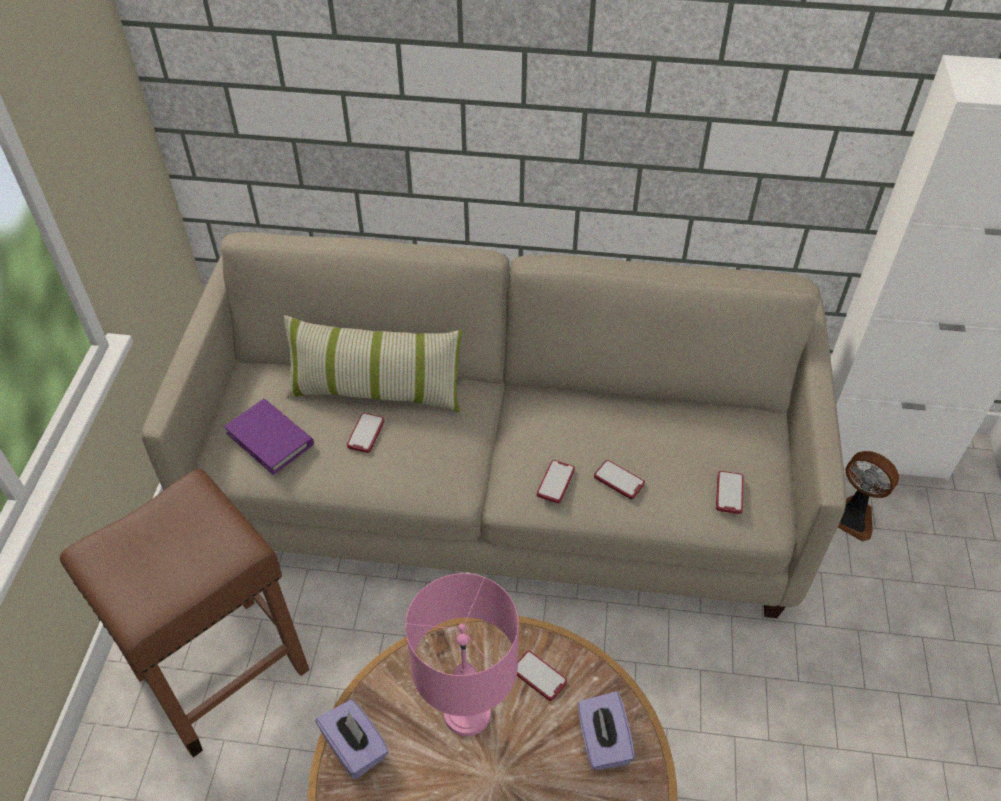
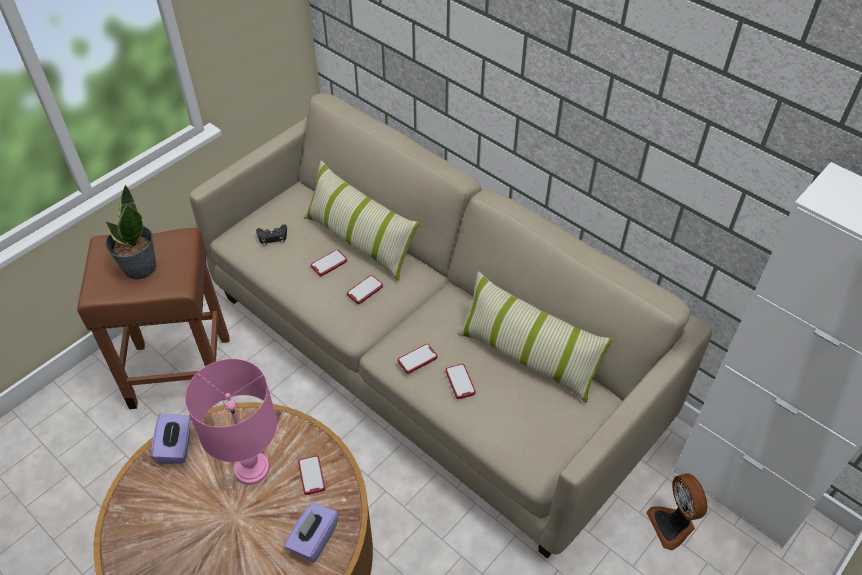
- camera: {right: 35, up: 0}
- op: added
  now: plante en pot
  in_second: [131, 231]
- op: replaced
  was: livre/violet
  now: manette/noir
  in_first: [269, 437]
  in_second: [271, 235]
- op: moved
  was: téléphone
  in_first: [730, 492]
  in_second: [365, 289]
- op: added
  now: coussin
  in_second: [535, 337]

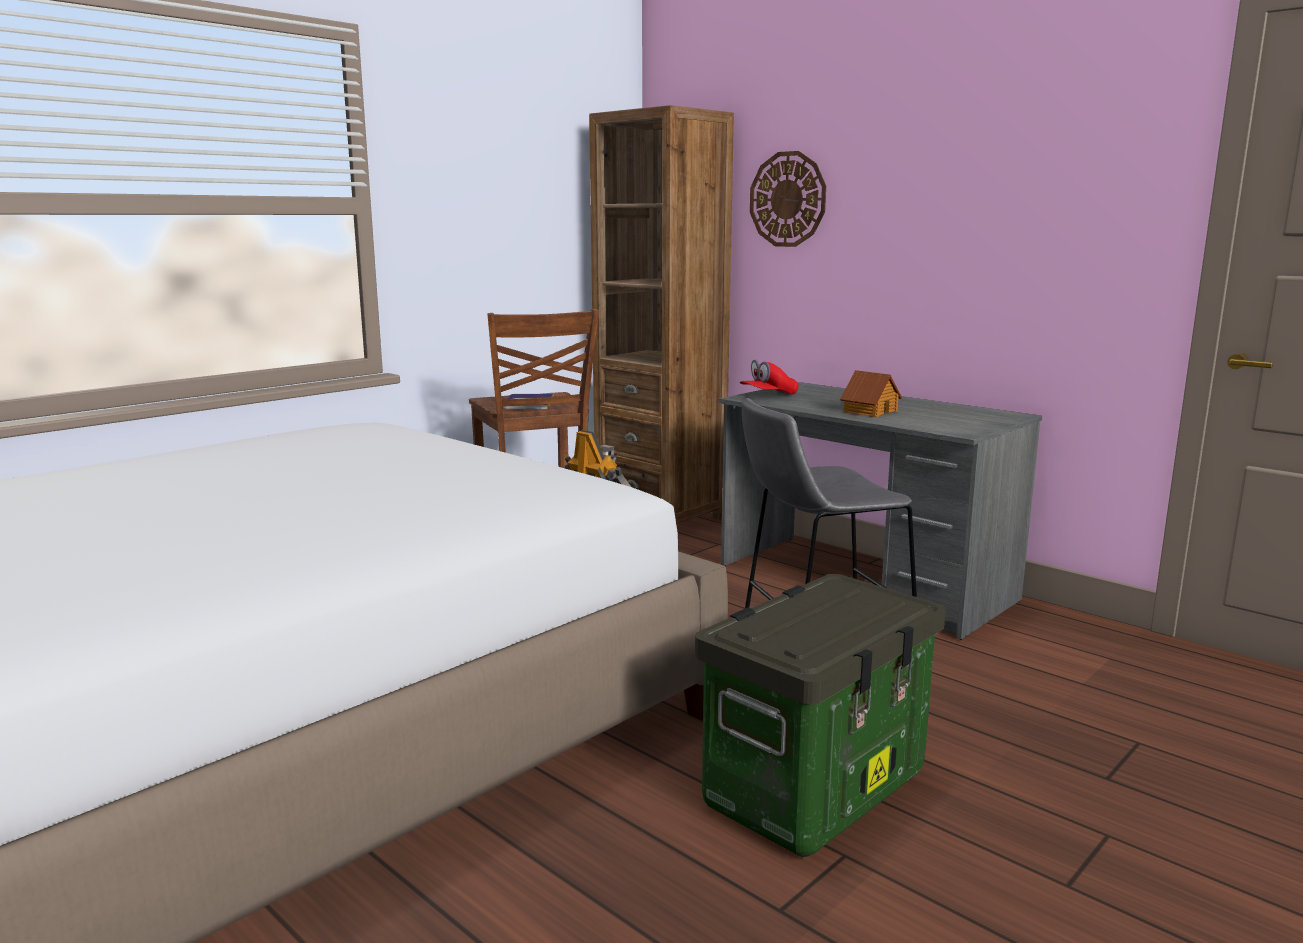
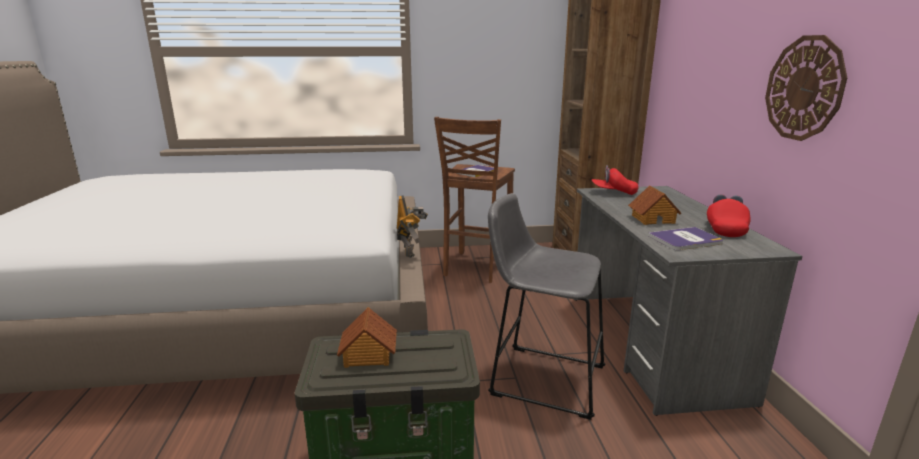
- camera: {right: 40, up: 5}
- op: added
  now: maison miniature
  in_second: [367, 337]
- op: added
  now: livre
  in_second: [685, 238]
- op: added
  now: casquette/rouge
  in_second: [729, 215]
- op: moved
  was: horloge murale
  in_first: [788, 199]
  in_second: [806, 88]

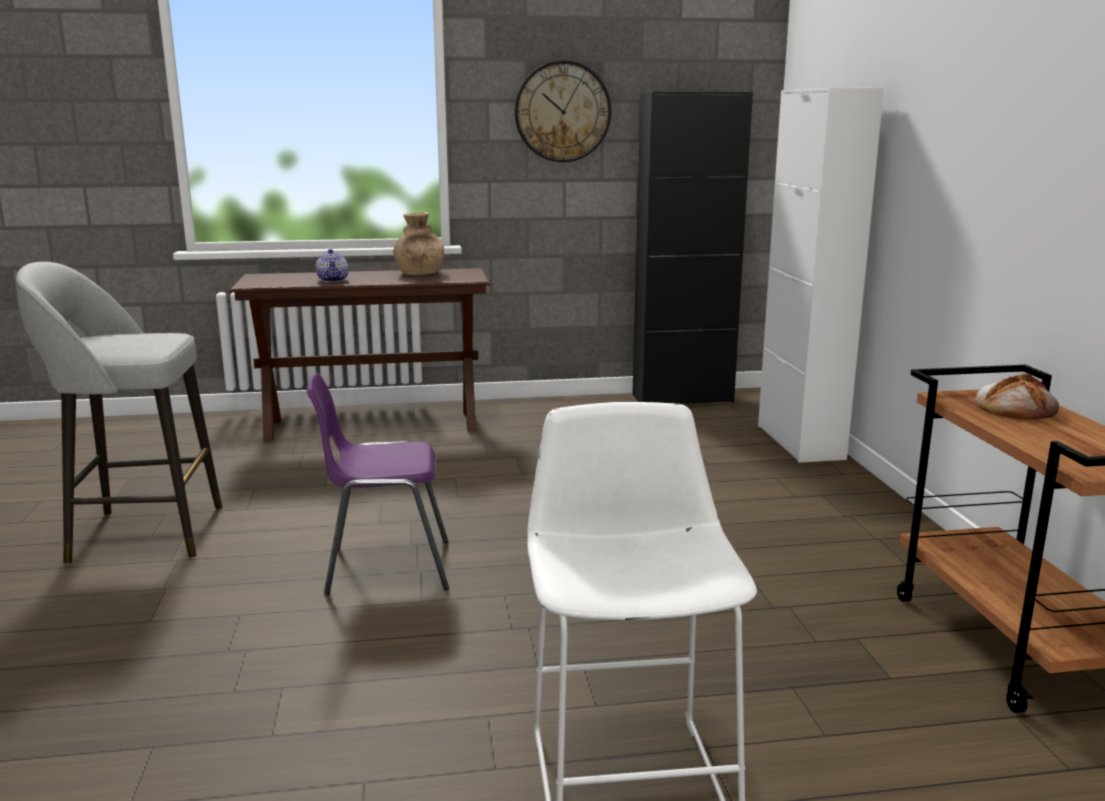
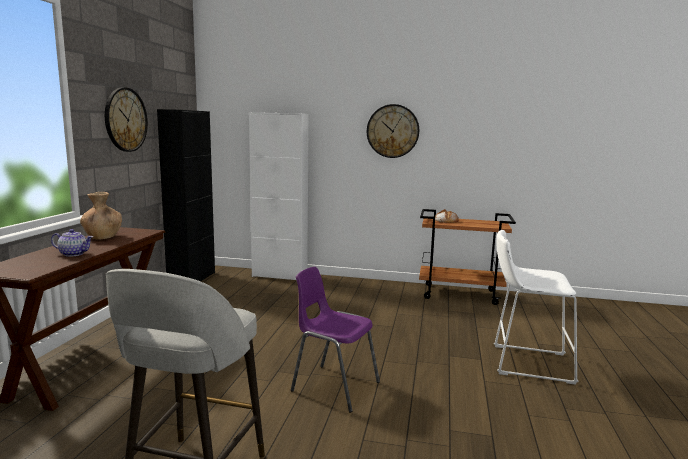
- camera: {right: -70, up: -5}
- op: turned
  was: chaise/violet
  in_first: [378, 484]
  in_second: [335, 339]
  clockwise: 105
- op: added
  now: horloge murale
  in_second: [393, 131]

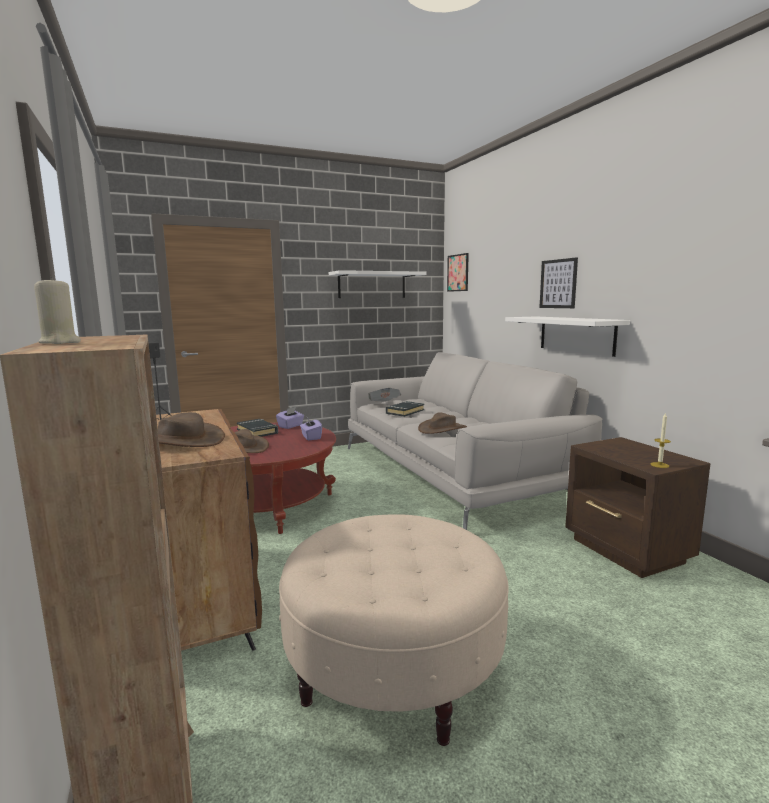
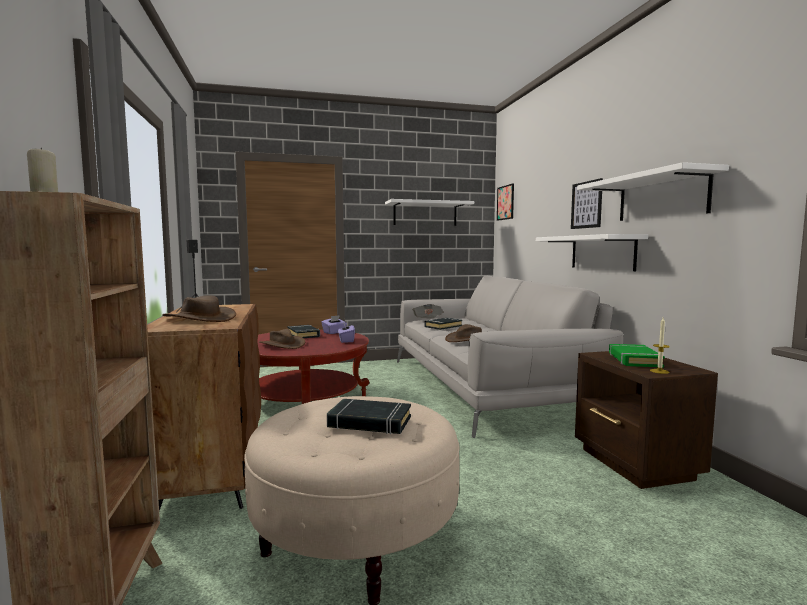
- camera: {right: 10, up: -5}
- op: added
  now: livre/noir
  in_second: [369, 416]
- op: added
  now: étagère/blanc
  in_second: [653, 191]
- op: added
  now: livre/vert
  in_second: [637, 355]

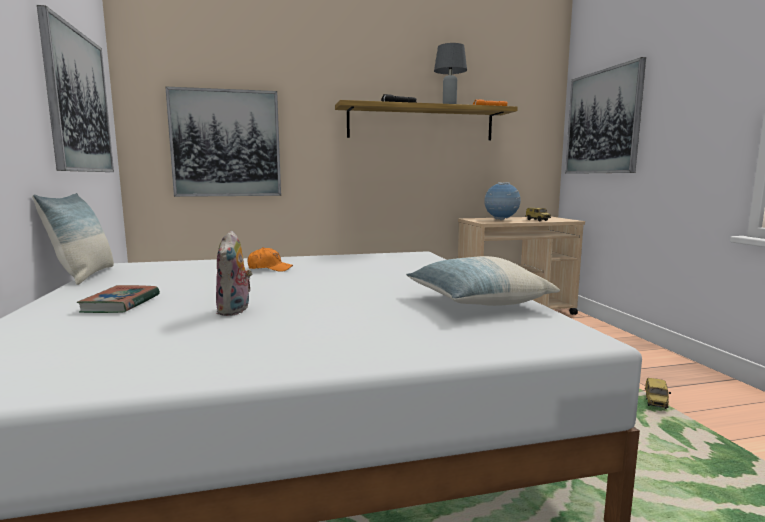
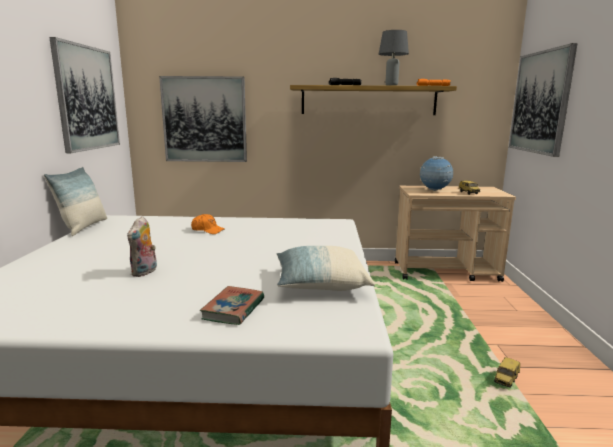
- camera: {right: 15, up: 5}
- op: moved
  was: livre
  in_first: [118, 299]
  in_second: [232, 305]

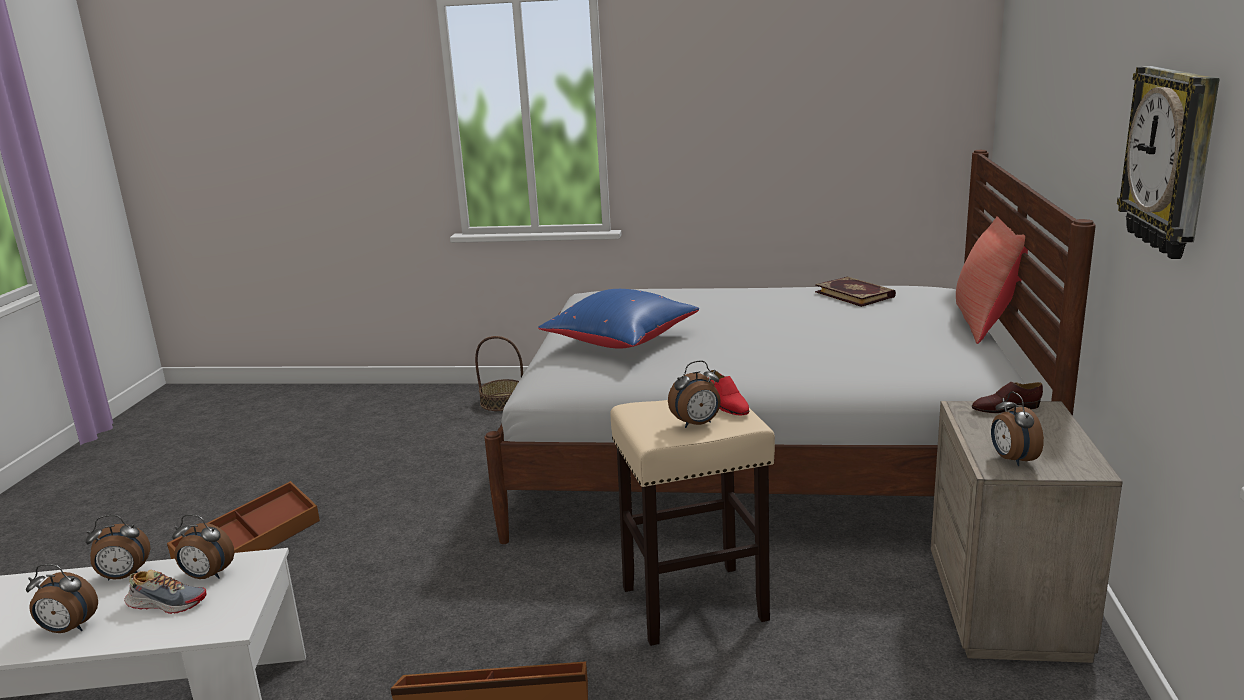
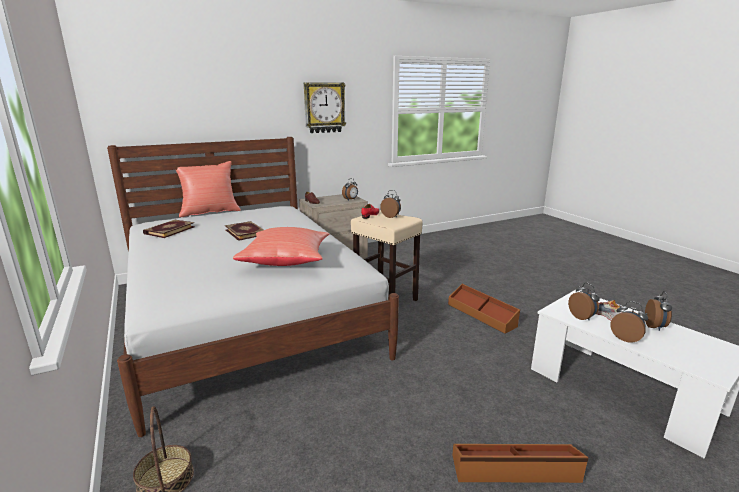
- camera: {right: -125, up: 0}
- op: added
  now: livre
  in_second: [244, 231]
- op: recoloured
  was: coussin/bleu
  now: coussin/rouge
  in_first: [618, 319]
  in_second: [281, 246]
- op: turned
  was: réveil
  in_first: [62, 598]
  in_second: [658, 311]
  clockwise: 45

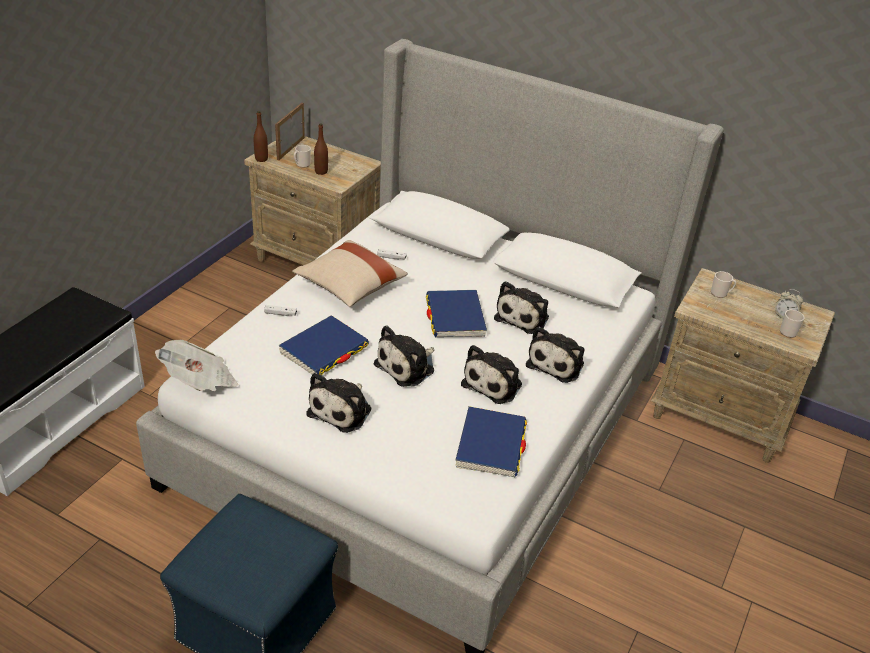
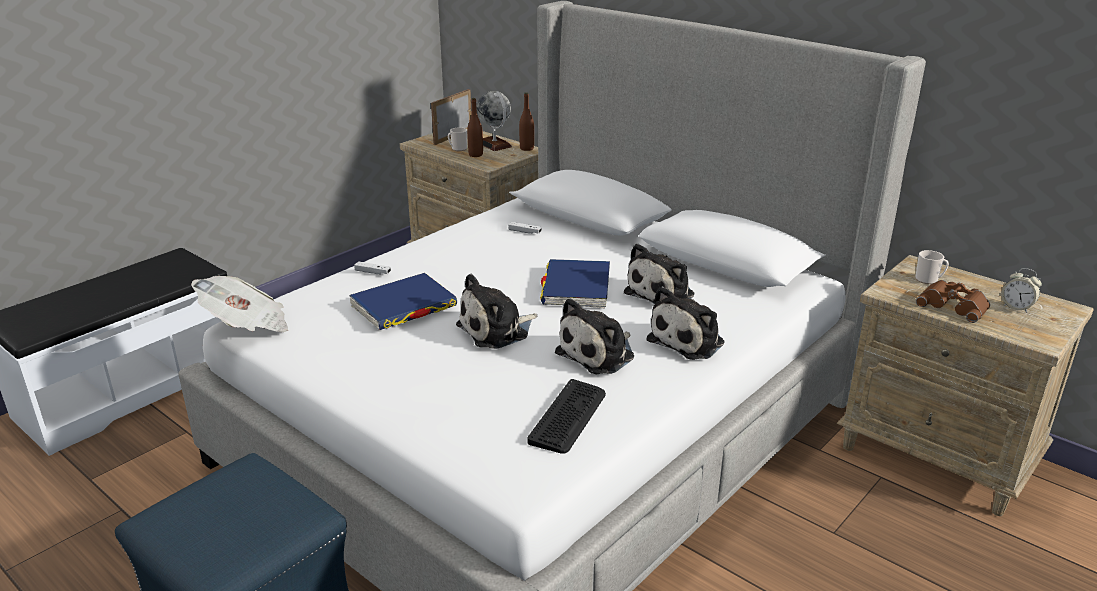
- camera: {right: 15, up: -10}
- op: added
  now: globe
  in_second: [494, 121]
- op: moved
  was: bouteille/marron
  in_first: [261, 136]
  in_second: [526, 121]
- op: replaced
  was: livre/bleu
  now: clavier
  in_first: [491, 441]
  in_second: [567, 416]
- op: added
  now: jumelles/marron
  in_second: [953, 301]
- op: removed
  was: coussin/beige
  in_first: [350, 273]
- op: removed
  was: peluche
  in_first: [338, 402]
- op: removed
  was: mug
  in_first: [792, 323]

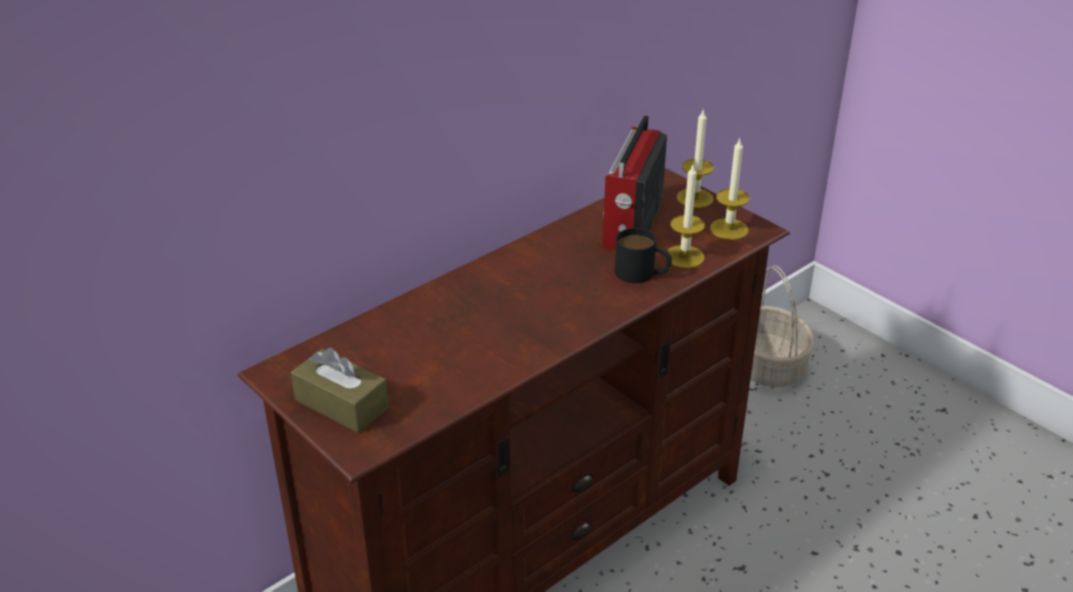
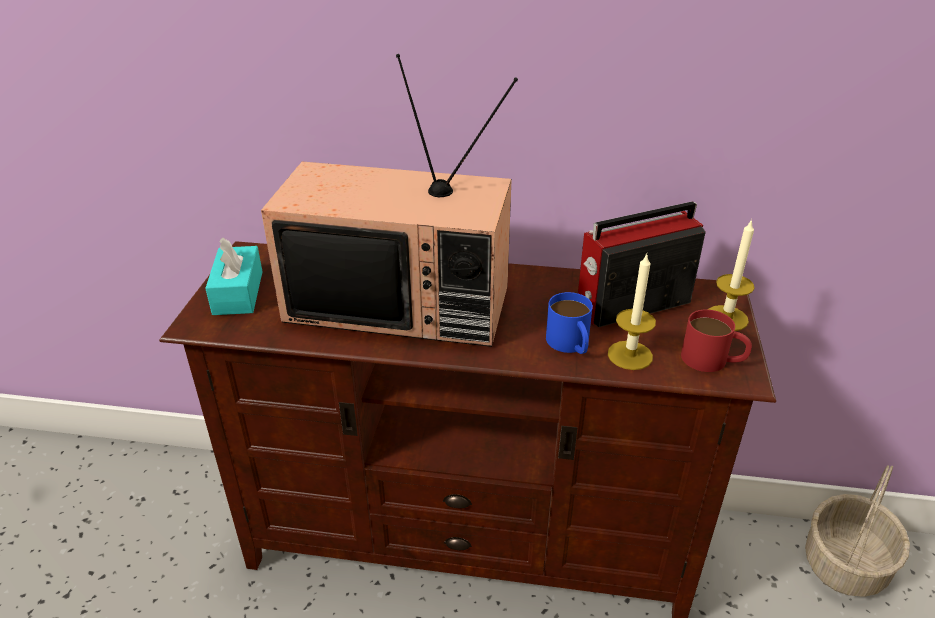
- camera: {right: 50, up: 0}
- op: recoloured
  was: boîte à mouchoirs/marron
  now: boîte à mouchoirs/turquoise
  in_first: [340, 390]
  in_second: [234, 276]
- op: added
  now: téléviseur
  in_second: [389, 200]
- op: recoloured
  was: mug/noir
  now: mug/bleu
  in_first: [643, 255]
  in_second: [569, 323]
- op: replaced
  was: bougie
  now: mug/rouge
  in_first: [729, 189]
  in_second: [716, 340]

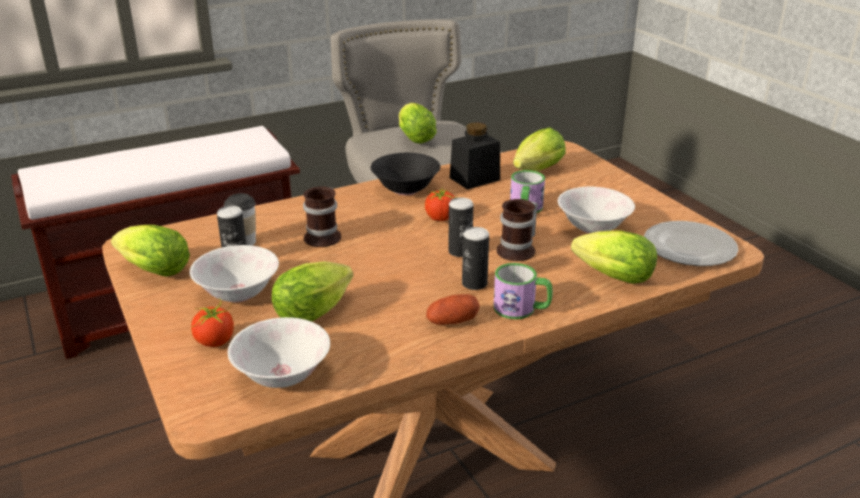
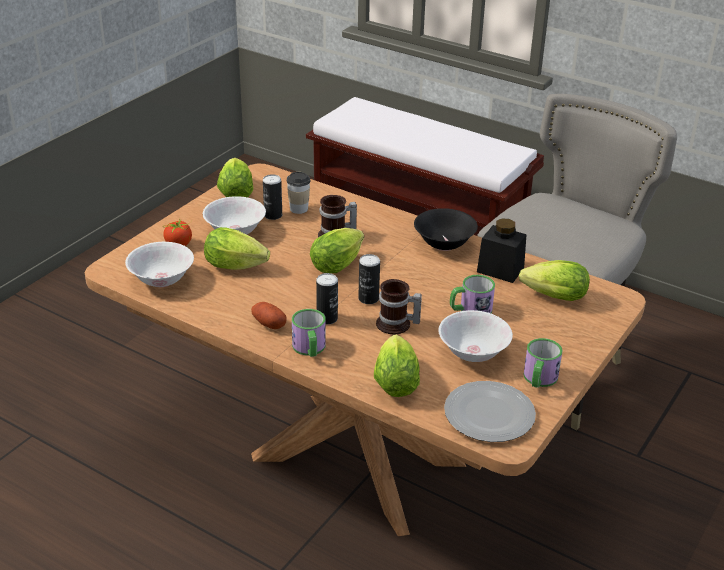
- camera: {right: 60, up: 5}
- op: moved
  was: laitue
  in_first: [418, 123]
  in_second: [337, 250]
- op: added
  now: mug
  in_second: [542, 363]
- op: removed
  was: tomate
  in_first: [441, 204]

